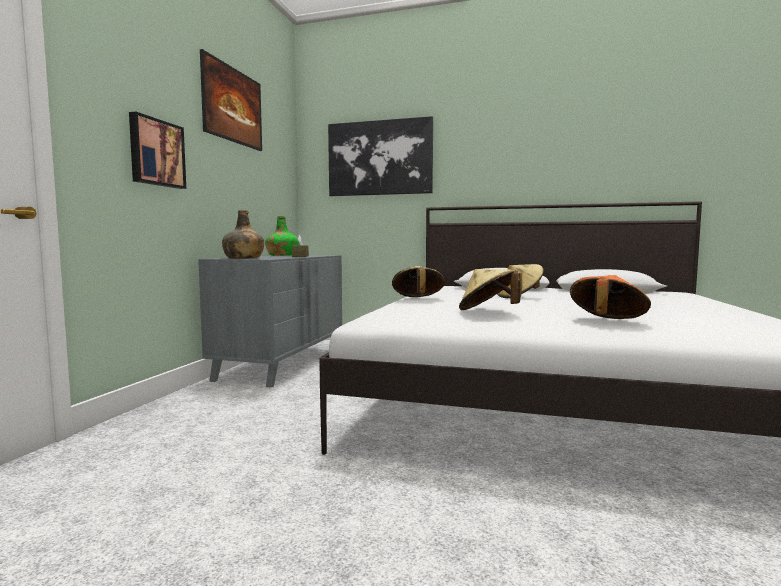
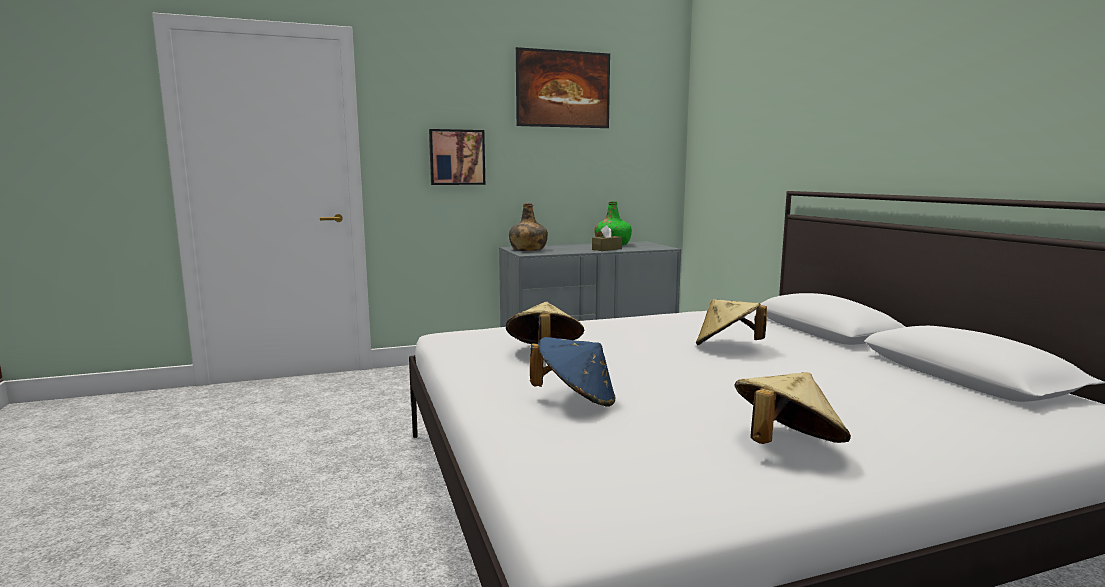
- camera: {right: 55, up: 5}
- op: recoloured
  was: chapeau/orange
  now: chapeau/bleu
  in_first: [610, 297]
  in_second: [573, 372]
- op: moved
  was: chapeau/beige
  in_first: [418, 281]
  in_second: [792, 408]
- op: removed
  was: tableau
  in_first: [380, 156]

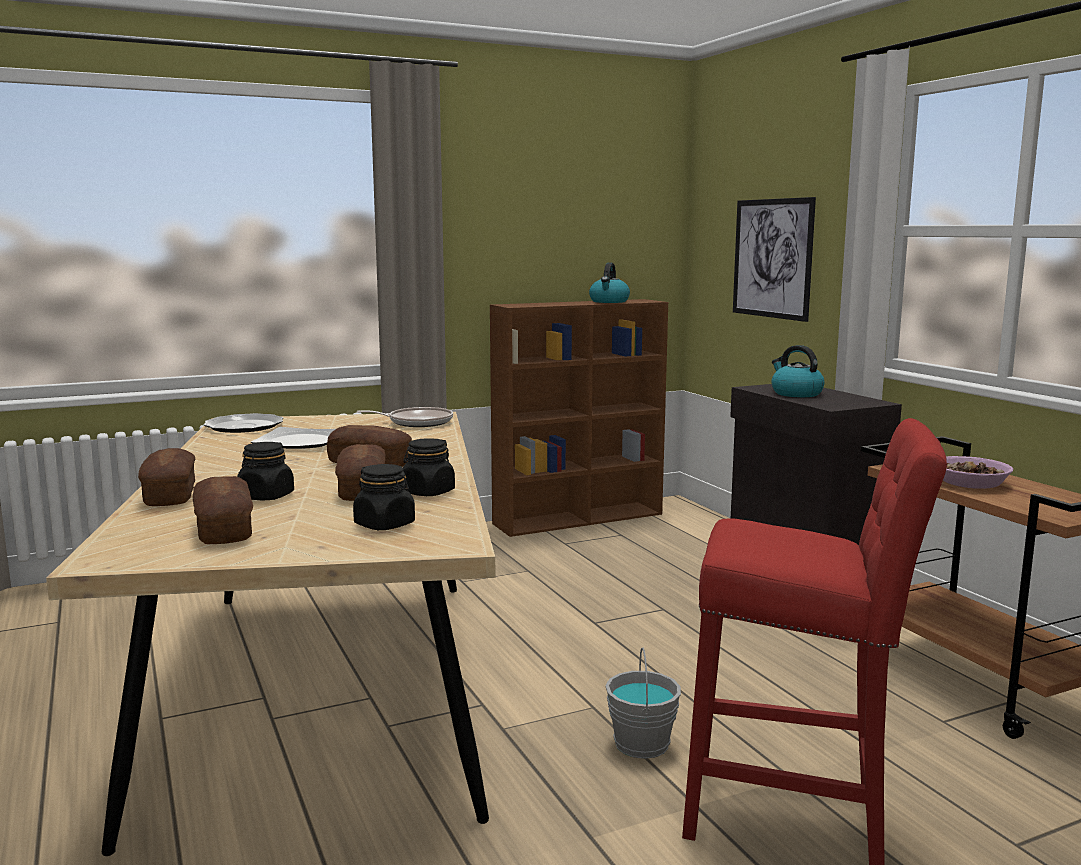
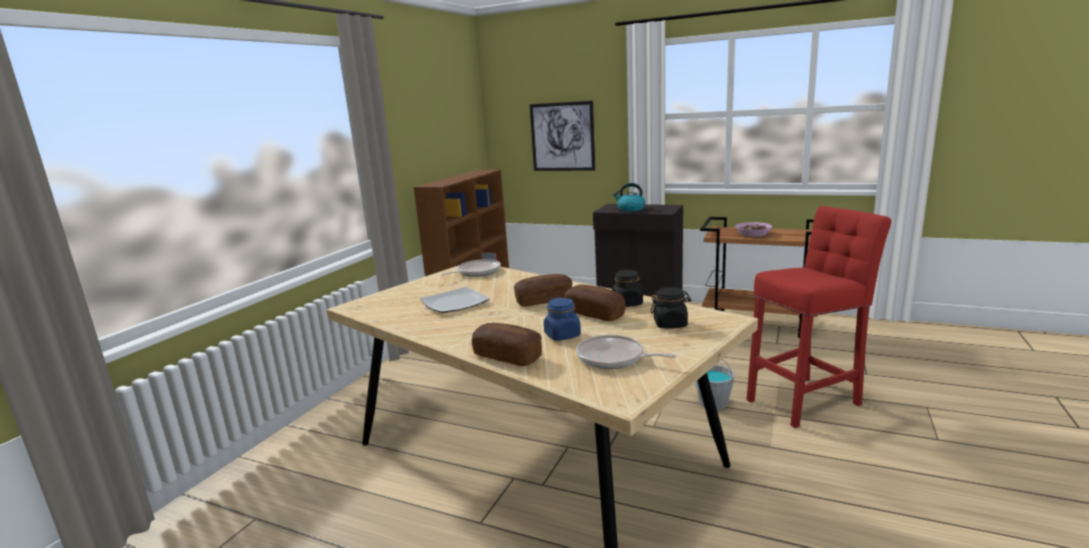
- camera: {right: -40, up: 5}
- op: recoloured
  was: bocal/noir
  now: bocal/bleu
  in_first: [265, 471]
  in_second: [562, 319]
- op: replaced
  was: pain
  now: poêle
  in_first: [223, 510]
  in_second: [626, 352]
- op: removed
  was: assiette
  in_first: [243, 423]
- op: removed
  was: bouilloire
  in_first: [609, 283]

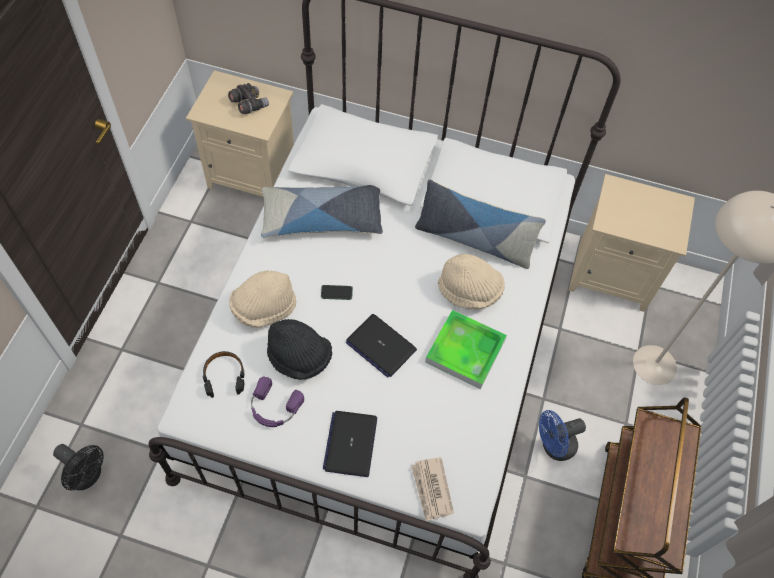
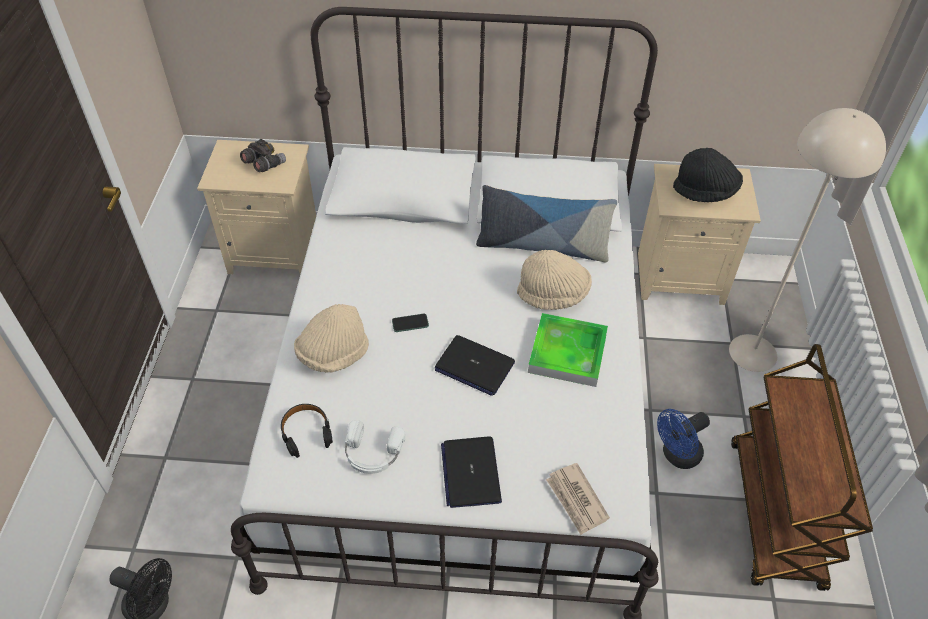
- camera: {right: -10, up: -10}
- op: recoloured
  was: casque audio/violet
  now: casque audio/blanc
  in_first: [277, 402]
  in_second: [375, 447]
- op: moved
  was: chapeau/noir
  in_first: [299, 349]
  in_second: [708, 175]
- op: removed
  was: coussin
  in_first: [322, 211]

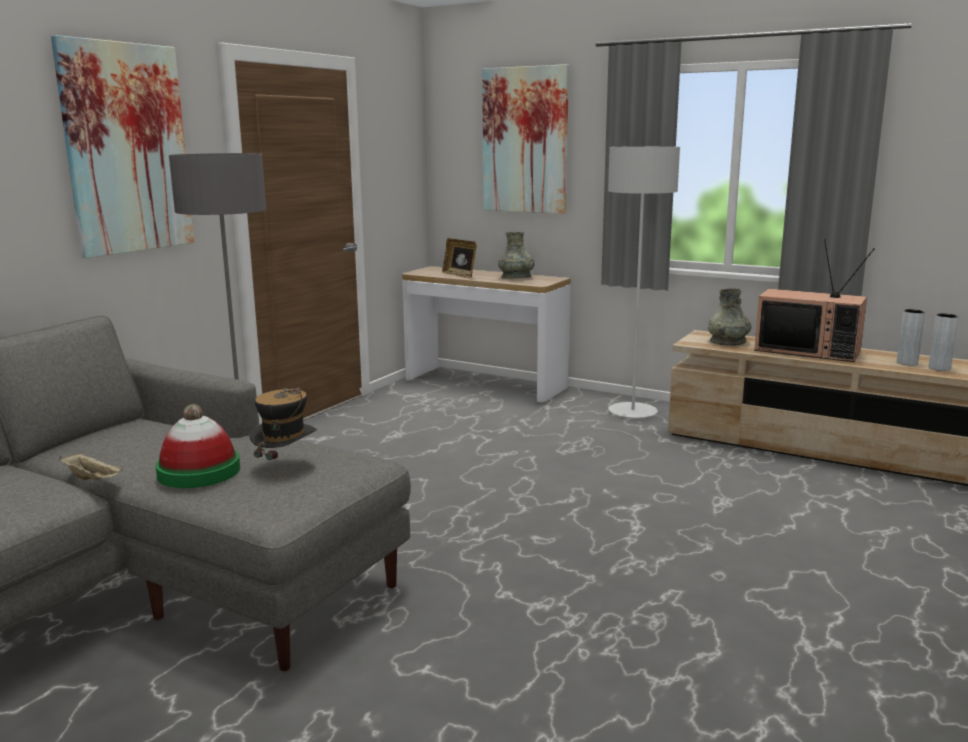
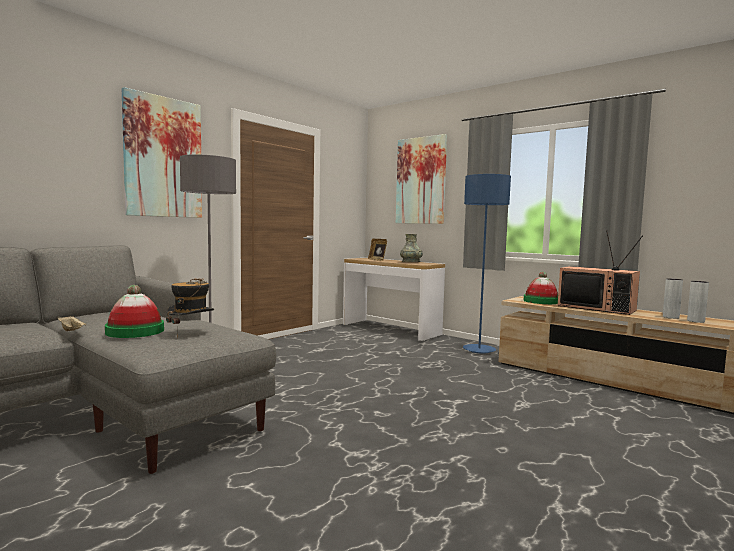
- camera: {right: 10, up: -10}
- op: recoloured
  was: lampadaire/gris
  now: lampadaire/bleu
  in_first: [644, 282]
  in_second: [487, 264]
- op: replaced
  was: vase/gris
  now: chapeau
  in_first: [729, 317]
  in_second: [541, 288]

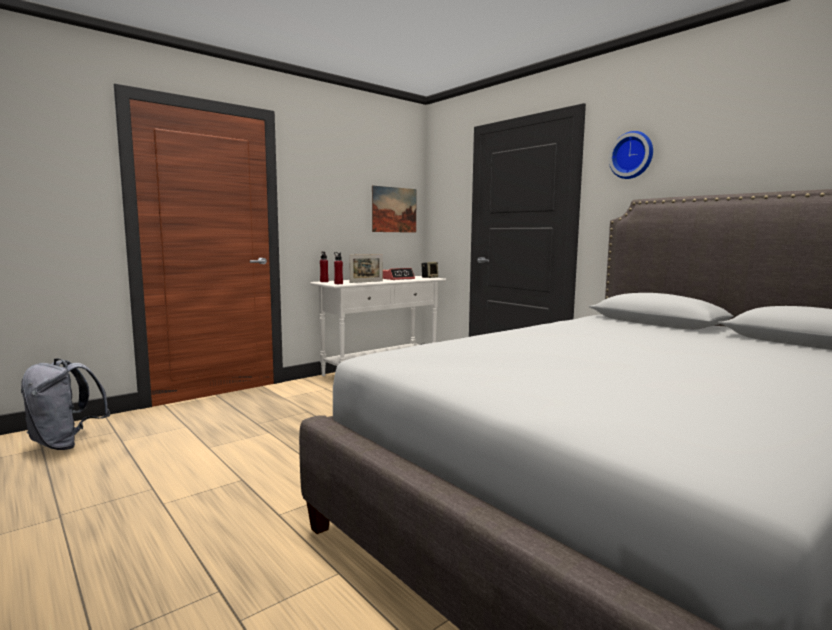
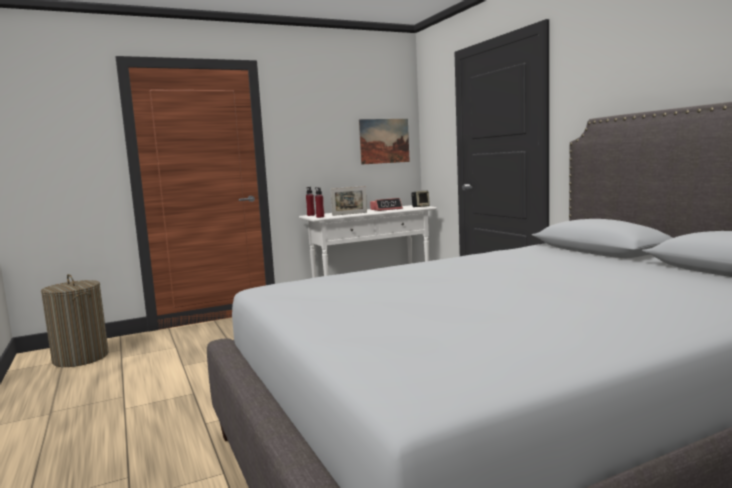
- camera: {right: 15, up: 0}
- op: replaced
  was: sac à dos/gris
  now: panier à linge
  in_first: [65, 404]
  in_second: [75, 320]
- op: removed
  was: horloge murale
  in_first: [631, 155]

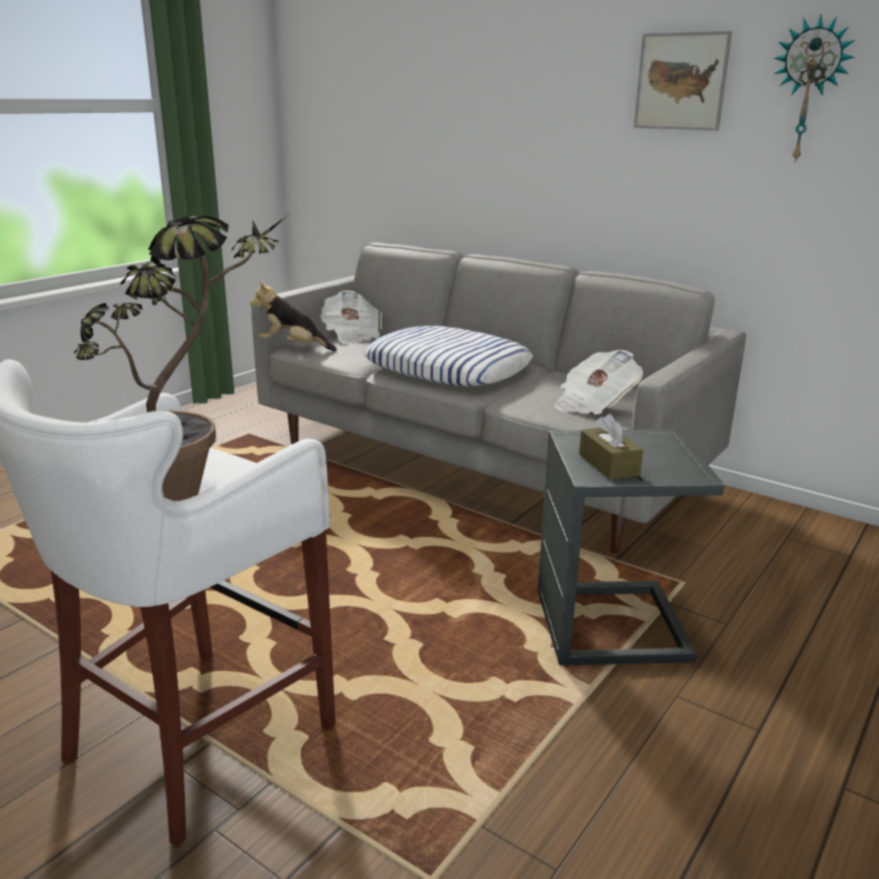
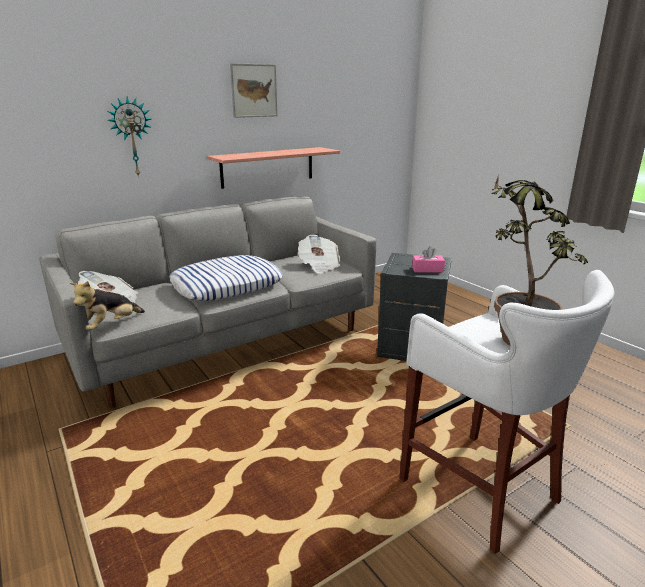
- camera: {right: -70, up: 0}
- op: moved
  was: horloge murale
  in_first: [814, 89]
  in_second: [129, 136]
- op: added
  now: étagère
  in_second: [273, 168]
- op: recoloured
  was: boîte à mouchoirs/marron
  now: boîte à mouchoirs/rose
  in_first: [611, 447]
  in_second: [428, 259]

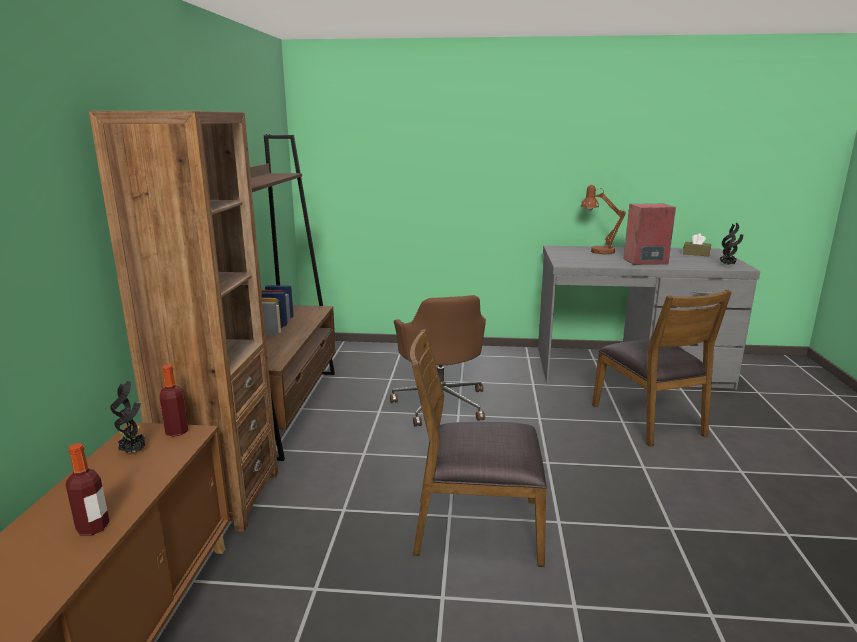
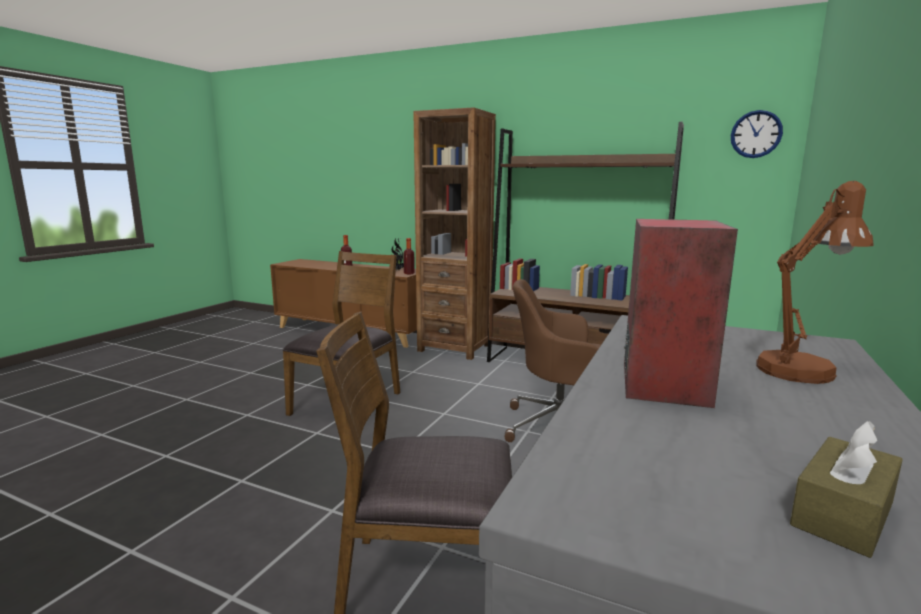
- camera: {right: 110, up: -5}
- op: added
  now: horloge murale
  in_second: [757, 134]
- op: removed
  was: plante en pot
  in_first: [731, 244]

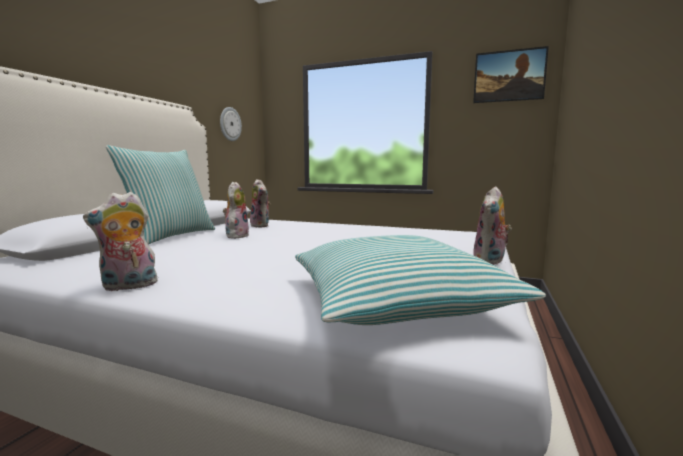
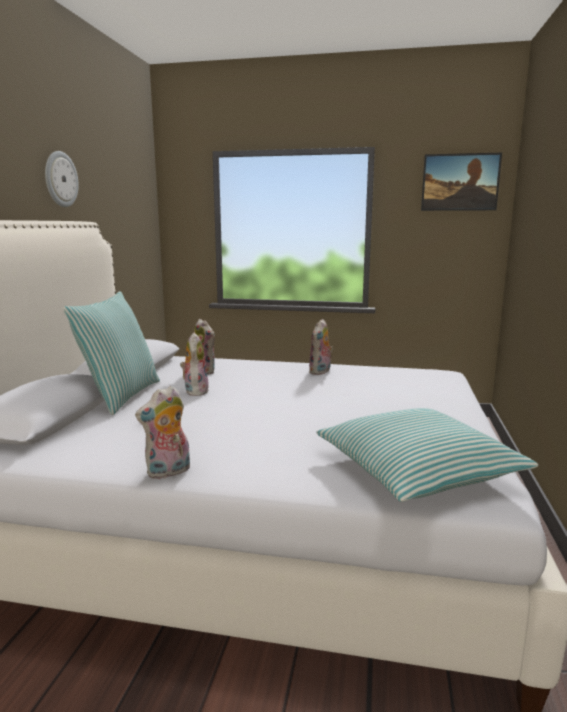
- camera: {right: -10, up: 5}
- op: moved
  was: horloge murale
  in_first: [231, 124]
  in_second: [62, 179]
- op: moved
  was: peluche
  in_first: [492, 225]
  in_second: [321, 347]

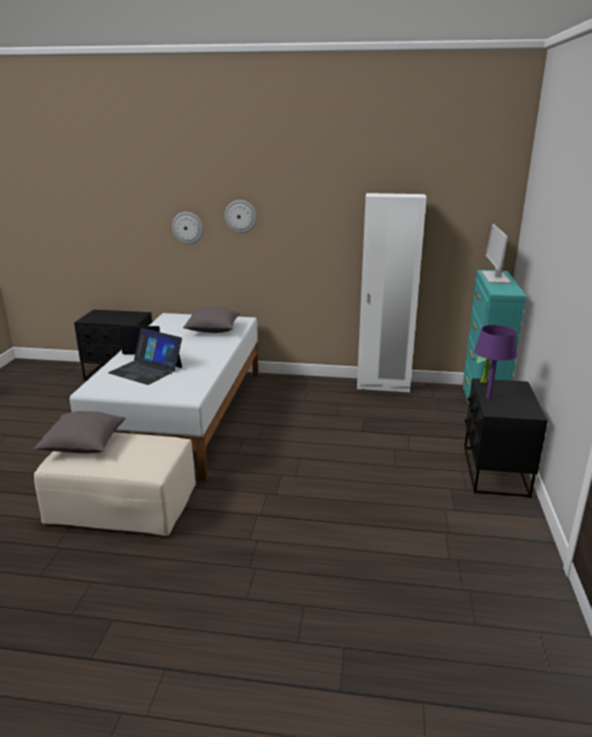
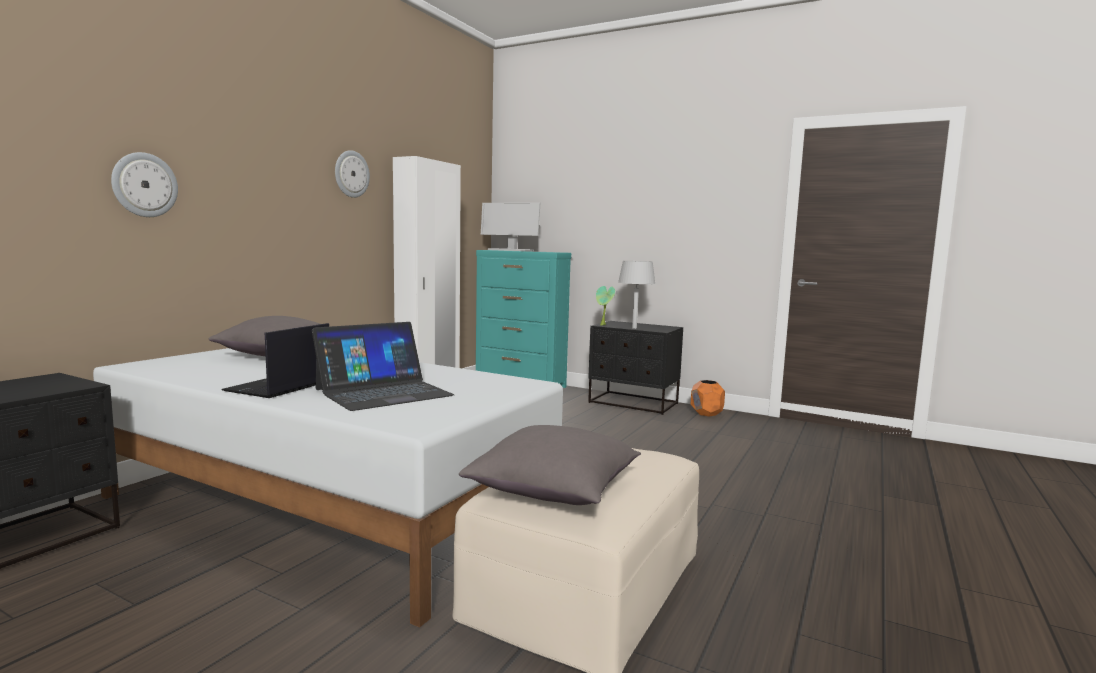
- camera: {right: -70, up: -15}
- op: moved
  was: horloge murale
  in_first: [241, 216]
  in_second: [352, 174]
- op: recoloured
  was: lampe de table/violet
  now: lampe de table/gris
  in_first: [495, 362]
  in_second: [637, 295]
- op: added
  now: cache-pot/orange
  in_second: [708, 398]

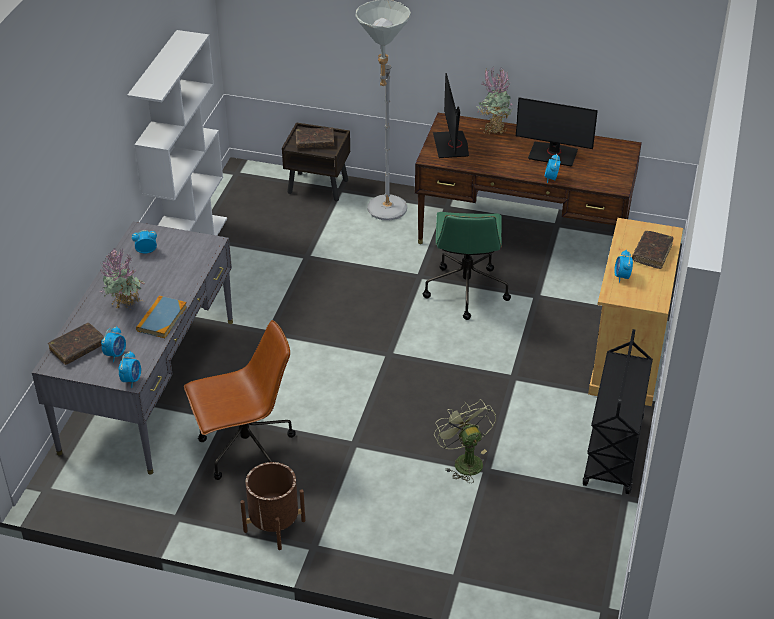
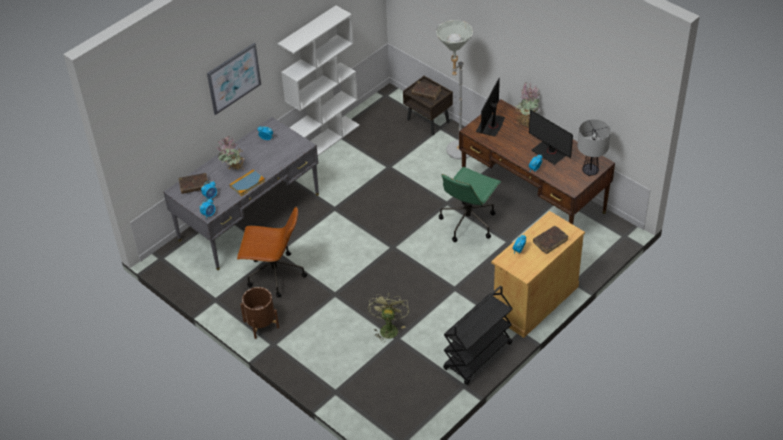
- camera: {right: 30, up: 5}
- op: added
  now: tableau
  in_second: [234, 79]
- op: added
  now: lampe de table
  in_second: [594, 147]

